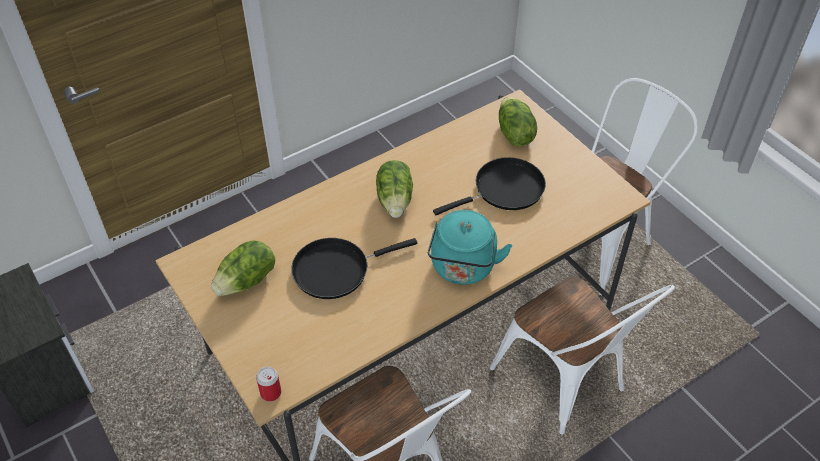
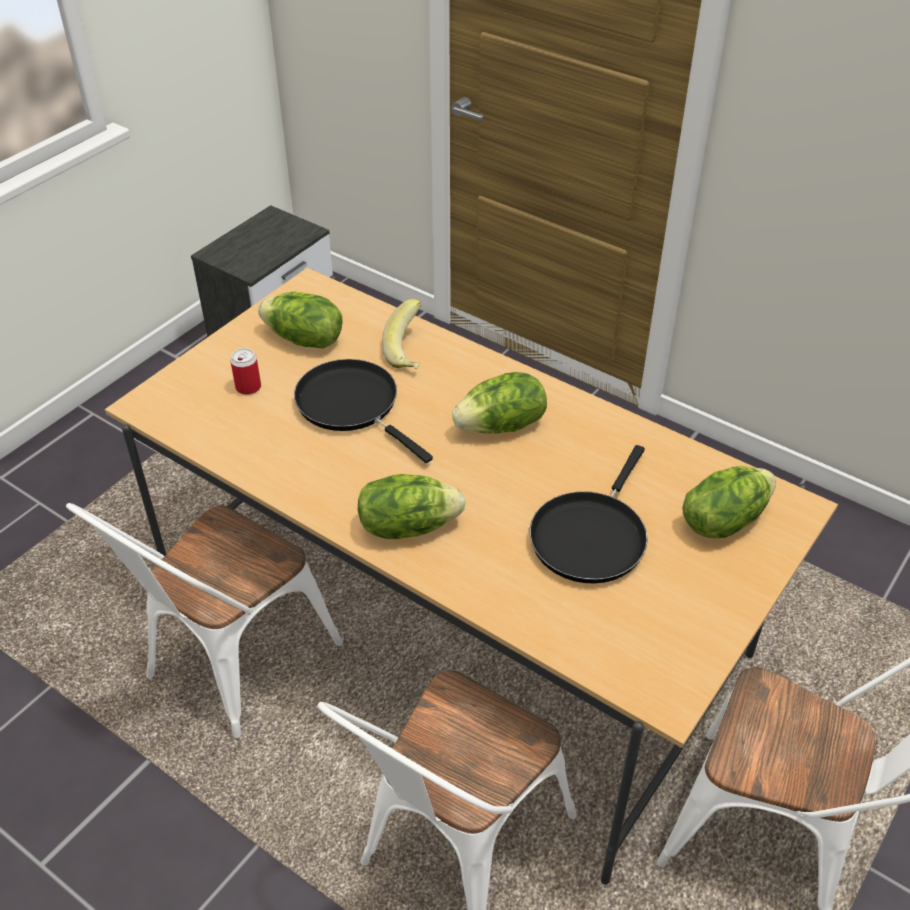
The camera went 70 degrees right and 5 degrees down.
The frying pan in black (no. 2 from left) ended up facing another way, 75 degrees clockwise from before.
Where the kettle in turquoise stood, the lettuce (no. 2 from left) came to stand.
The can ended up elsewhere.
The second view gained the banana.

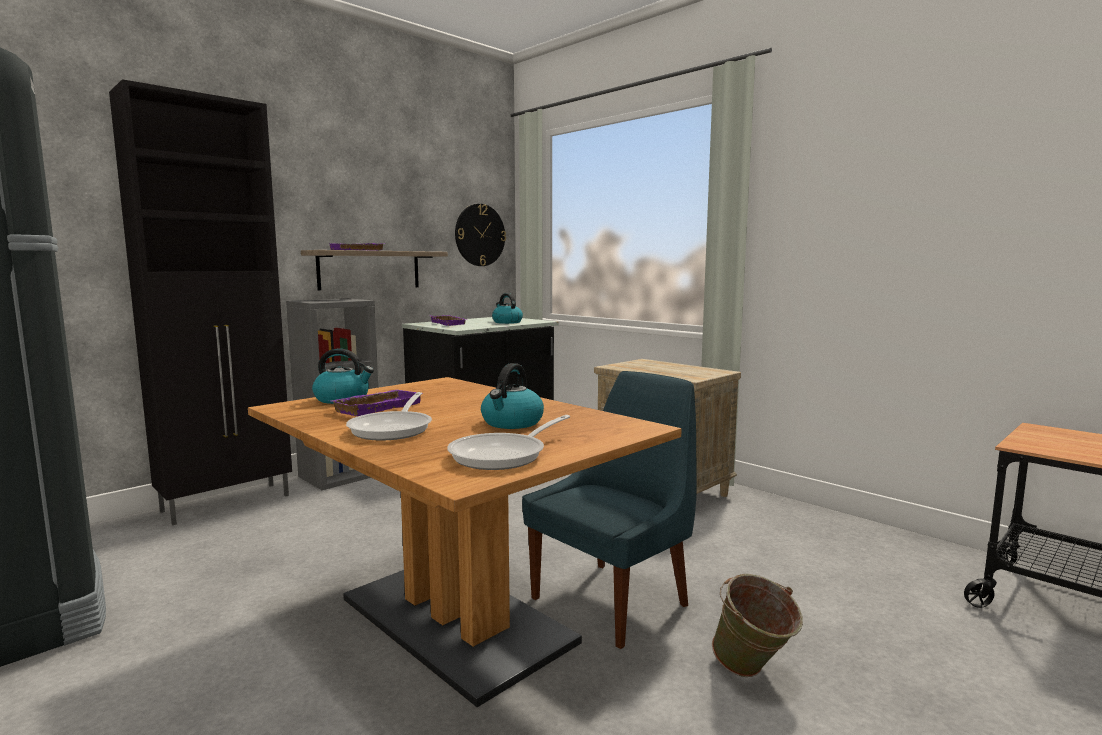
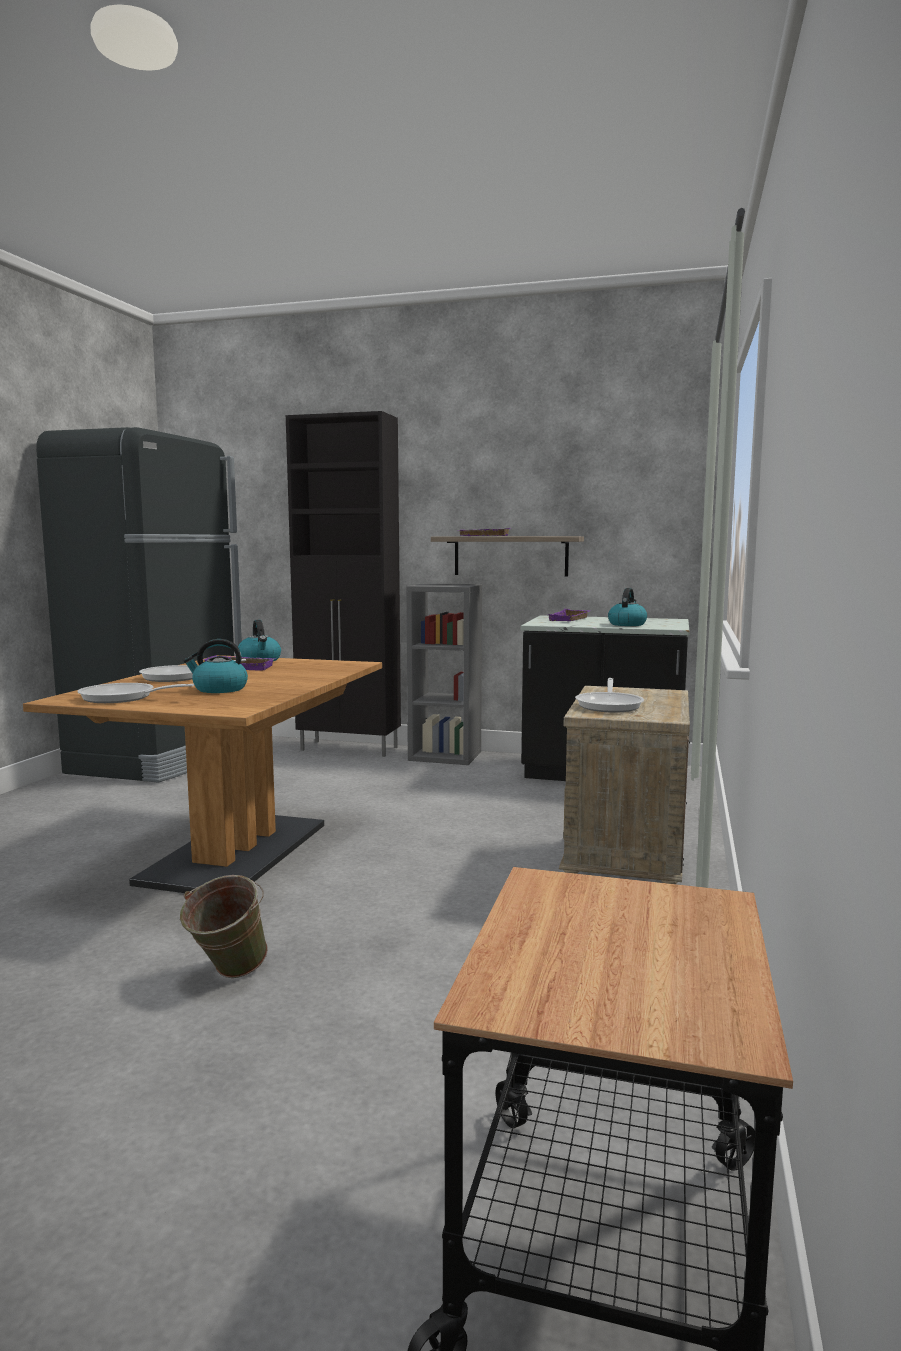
The camera went 60 degrees right and 0 degrees up.
The second view lost the wall clock.
The second view lost the chair in blue.
The second view gained the frying pan (no. 3 from left).

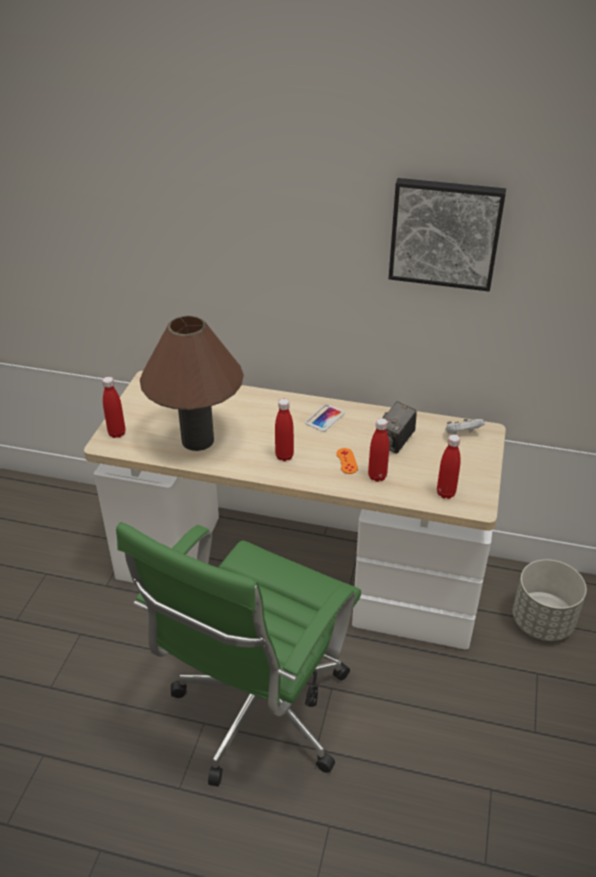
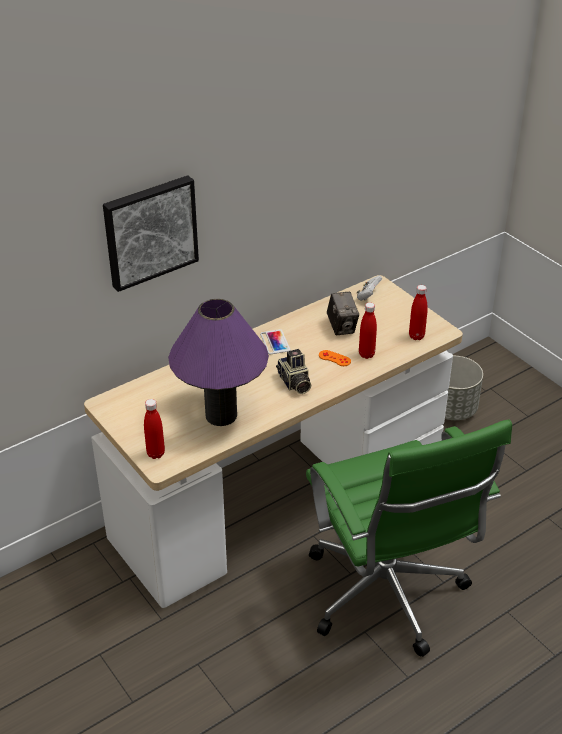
The camera went 50 degrees left and 0 degrees up.
The picture ended up elsewhere.
What was the table lamp in brown turned into the table lamp in purple.
Where the bottle in red (no. 2 from left) stood, the photo camera (no. 1 from left) came to stand.

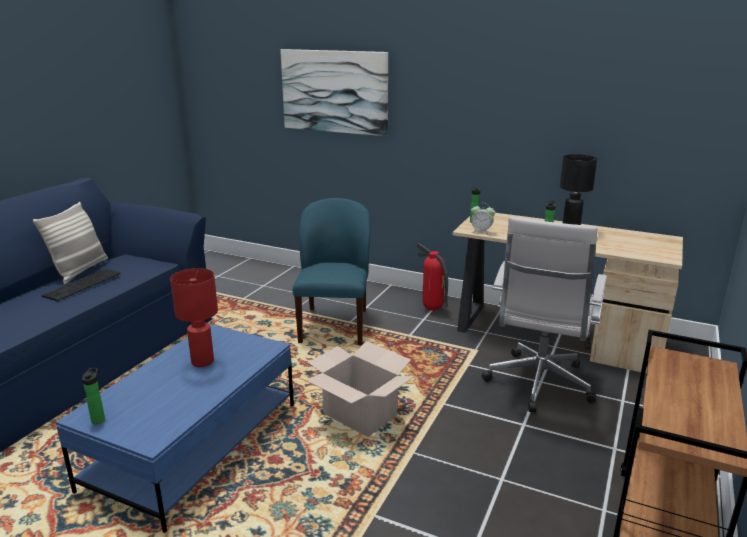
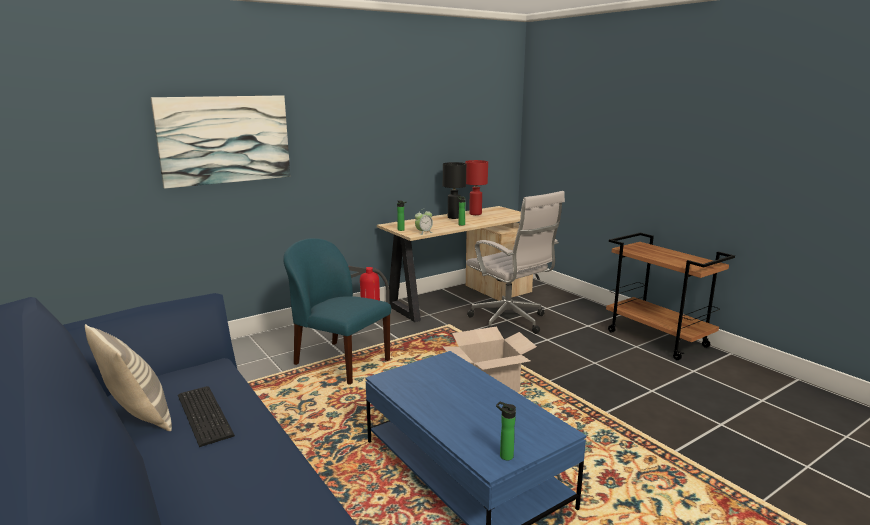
The camera went 60 degrees left and 5 degrees down.
The table lamp in red ended up elsewhere.

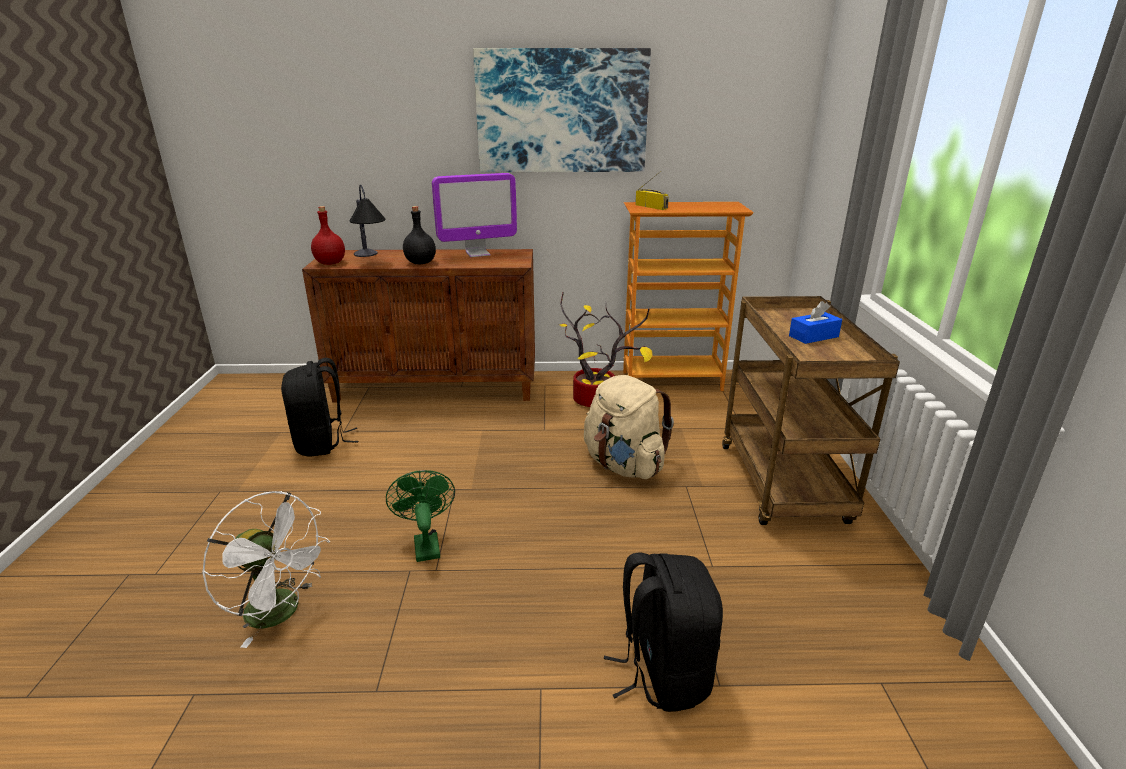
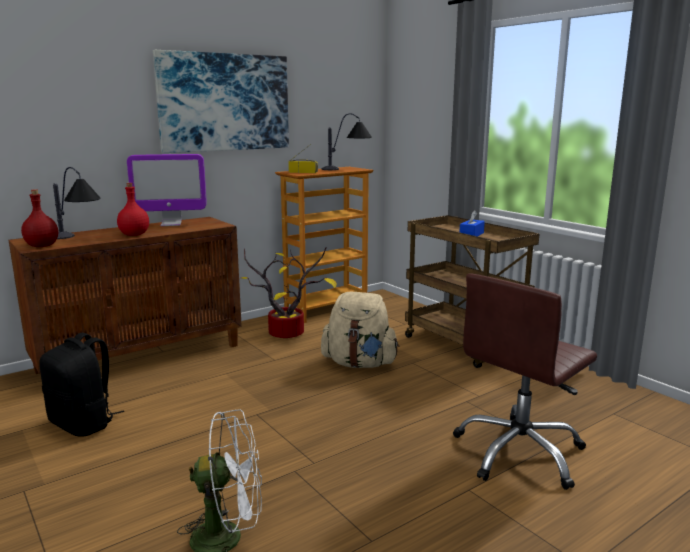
The camera went 35 degrees left and 10 degrees down.
The monitor ended up facing another way, 45 degrees clockwise from before.
What was the bottle in black turned into the bottle in red (no. 2 from left).
The second view lost the fan in green.
Where the backpack in black (no. 2 from left) stood, the office chair in brown came to stand.
The second view gained the table lamp (no. 2 from left).

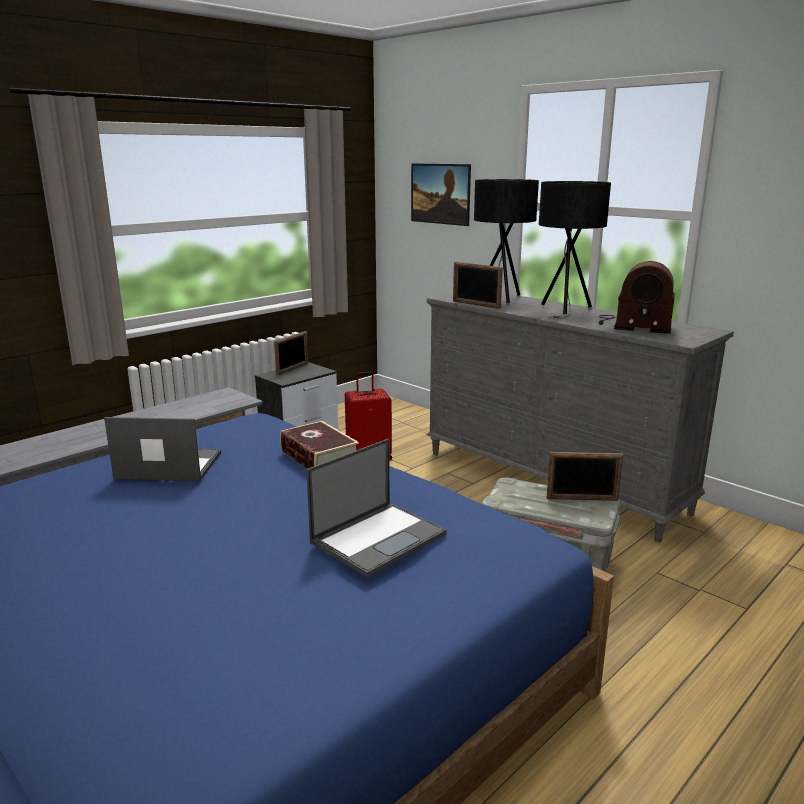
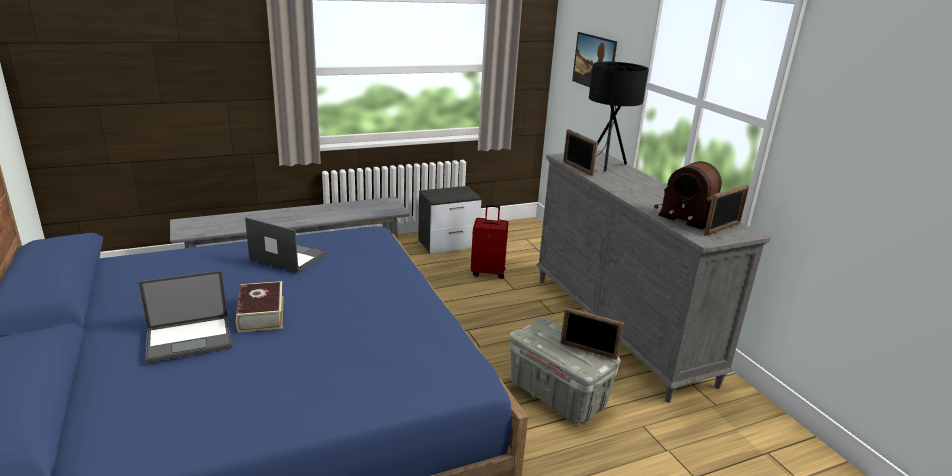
The camera went 20 degrees right and 5 degrees up.
The second view lost the table lamp in black (no. 2 from left).
The picture frame (no. 1 from left in the first image) ended up elsewhere.
The book ended up elsewhere.
The laptop (no. 2 from left in the first image) ended up elsewhere.

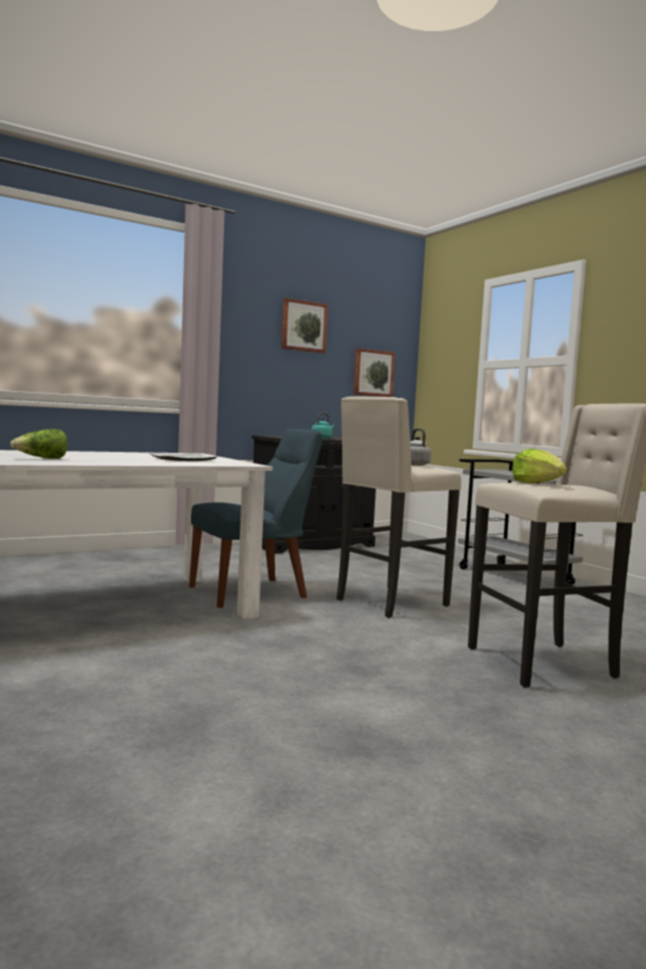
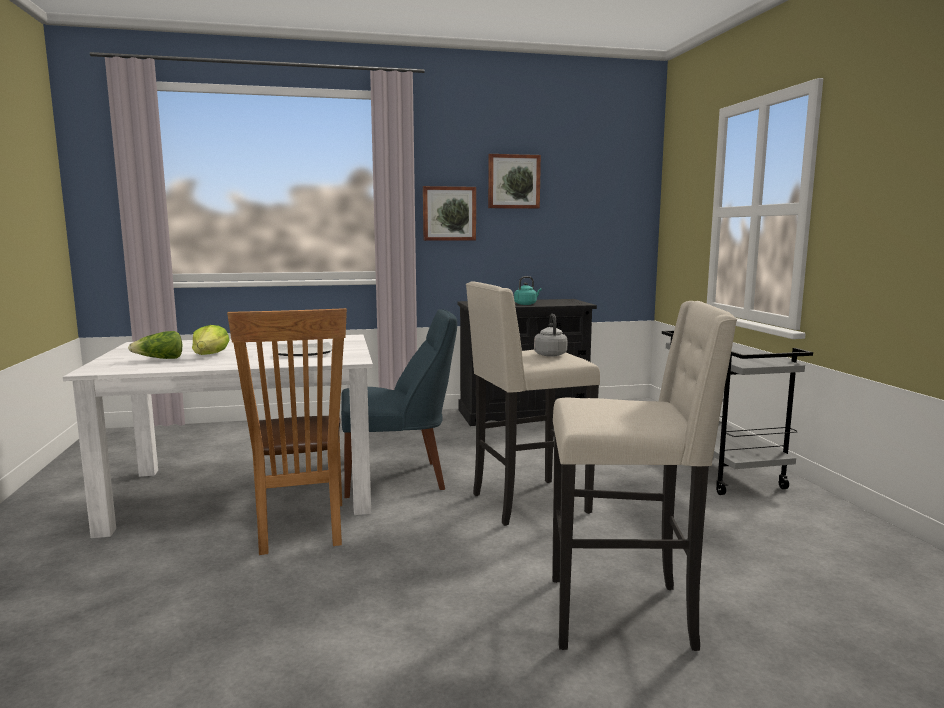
The camera went 20 degrees right and 5 degrees up.
The picture (no. 2 from left in the first image) ended up elsewhere.
The lettuce (no. 2 from left) ended up elsewhere.
The second view gained the chair in brown.

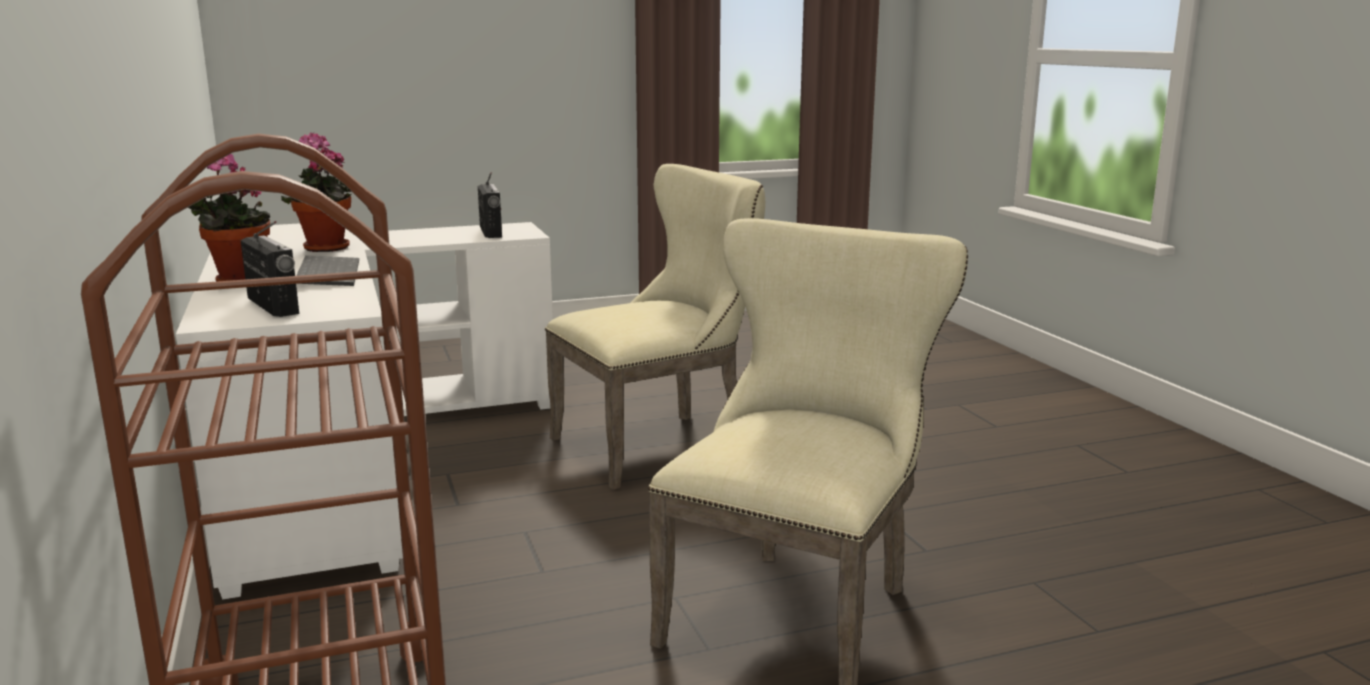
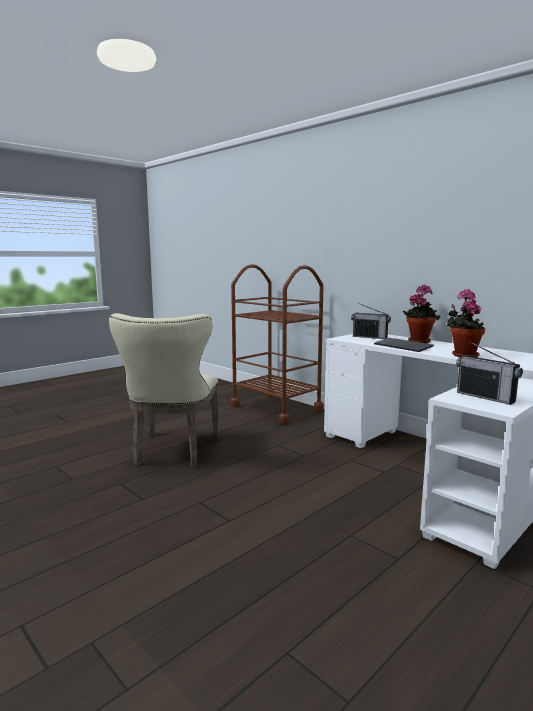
The camera went 155 degrees right and 5 degrees down.
The second view lost the chair in beige (no. 1 from left).

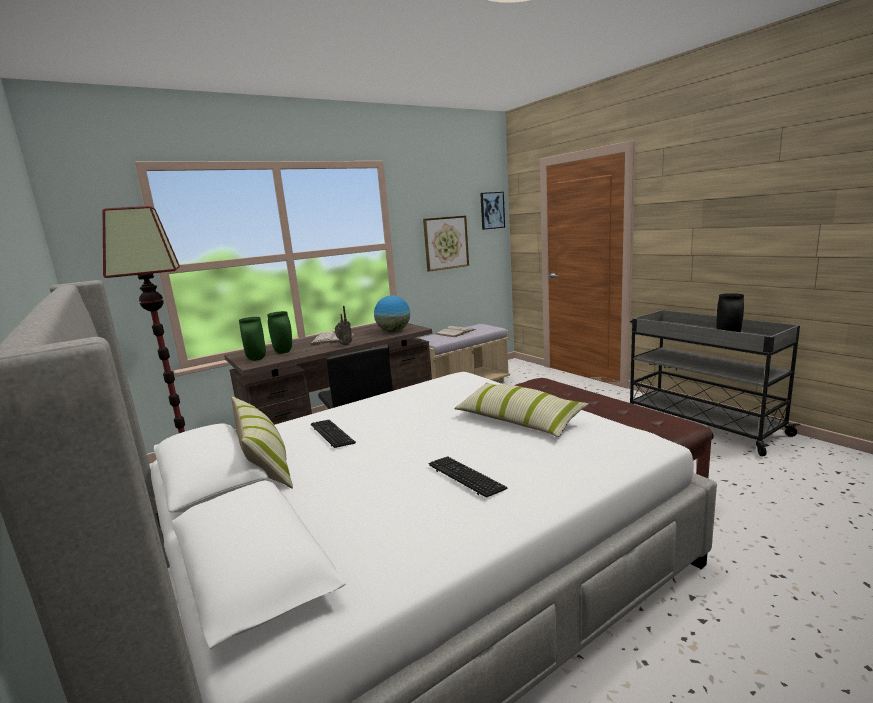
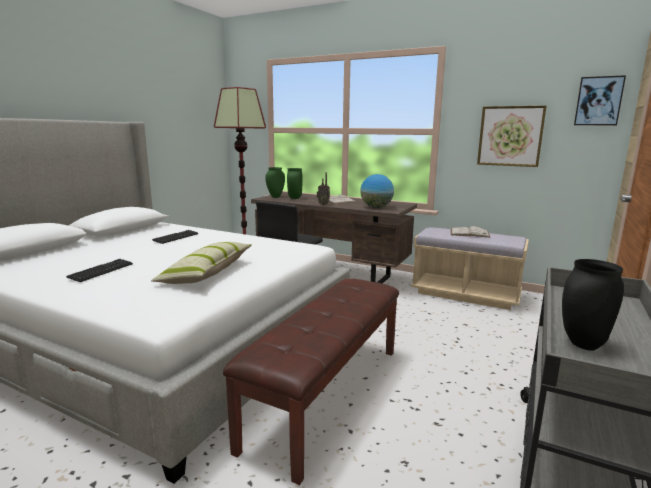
The camera went 60 degrees right and 0 degrees up.
The second view lost the pillow (no. 1 from left).

